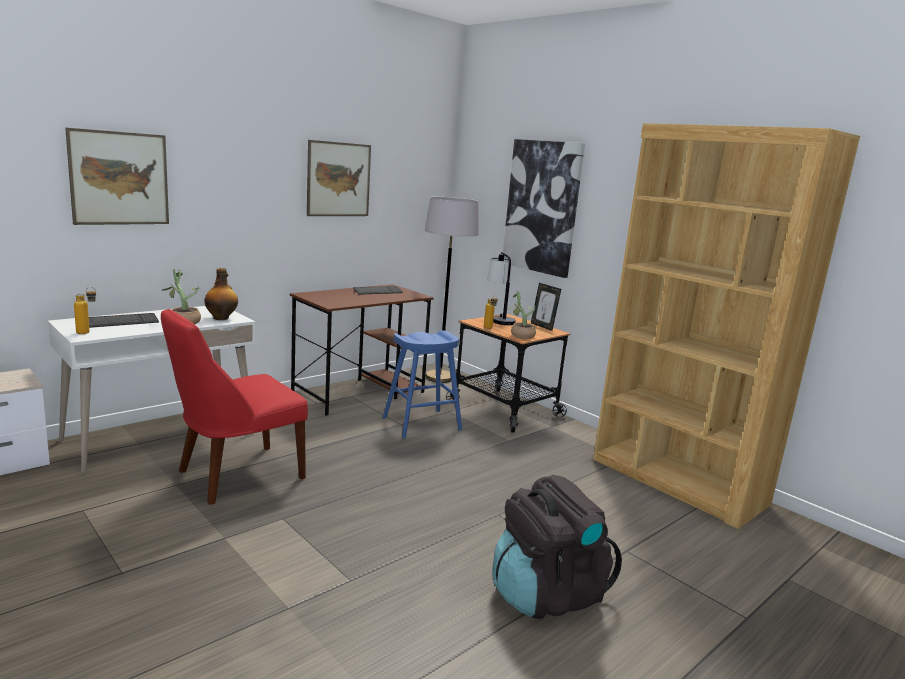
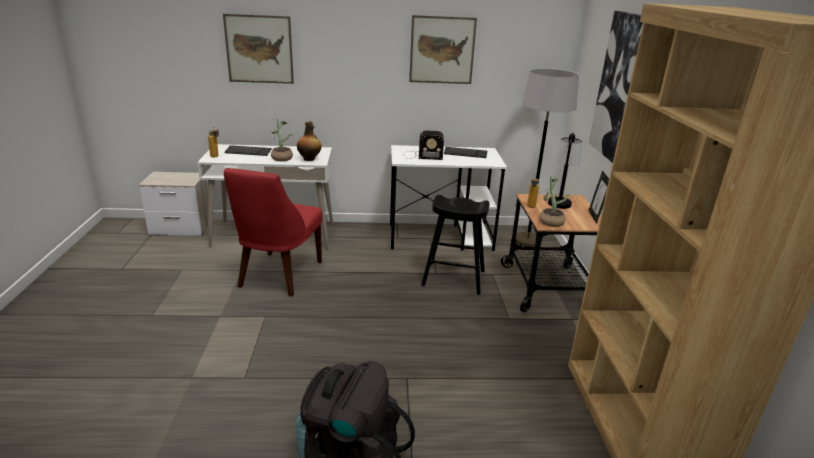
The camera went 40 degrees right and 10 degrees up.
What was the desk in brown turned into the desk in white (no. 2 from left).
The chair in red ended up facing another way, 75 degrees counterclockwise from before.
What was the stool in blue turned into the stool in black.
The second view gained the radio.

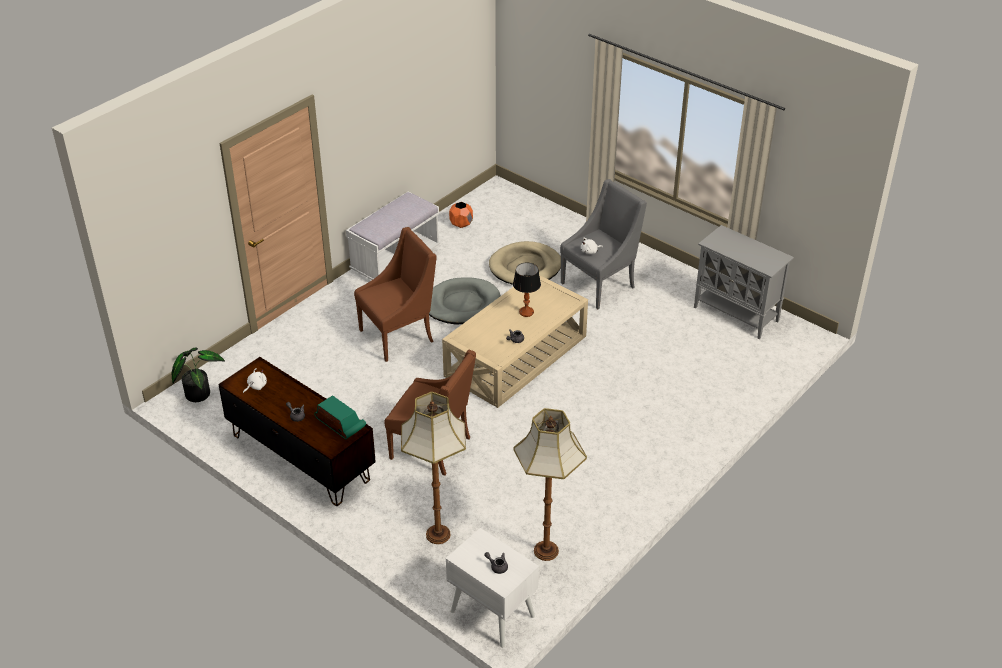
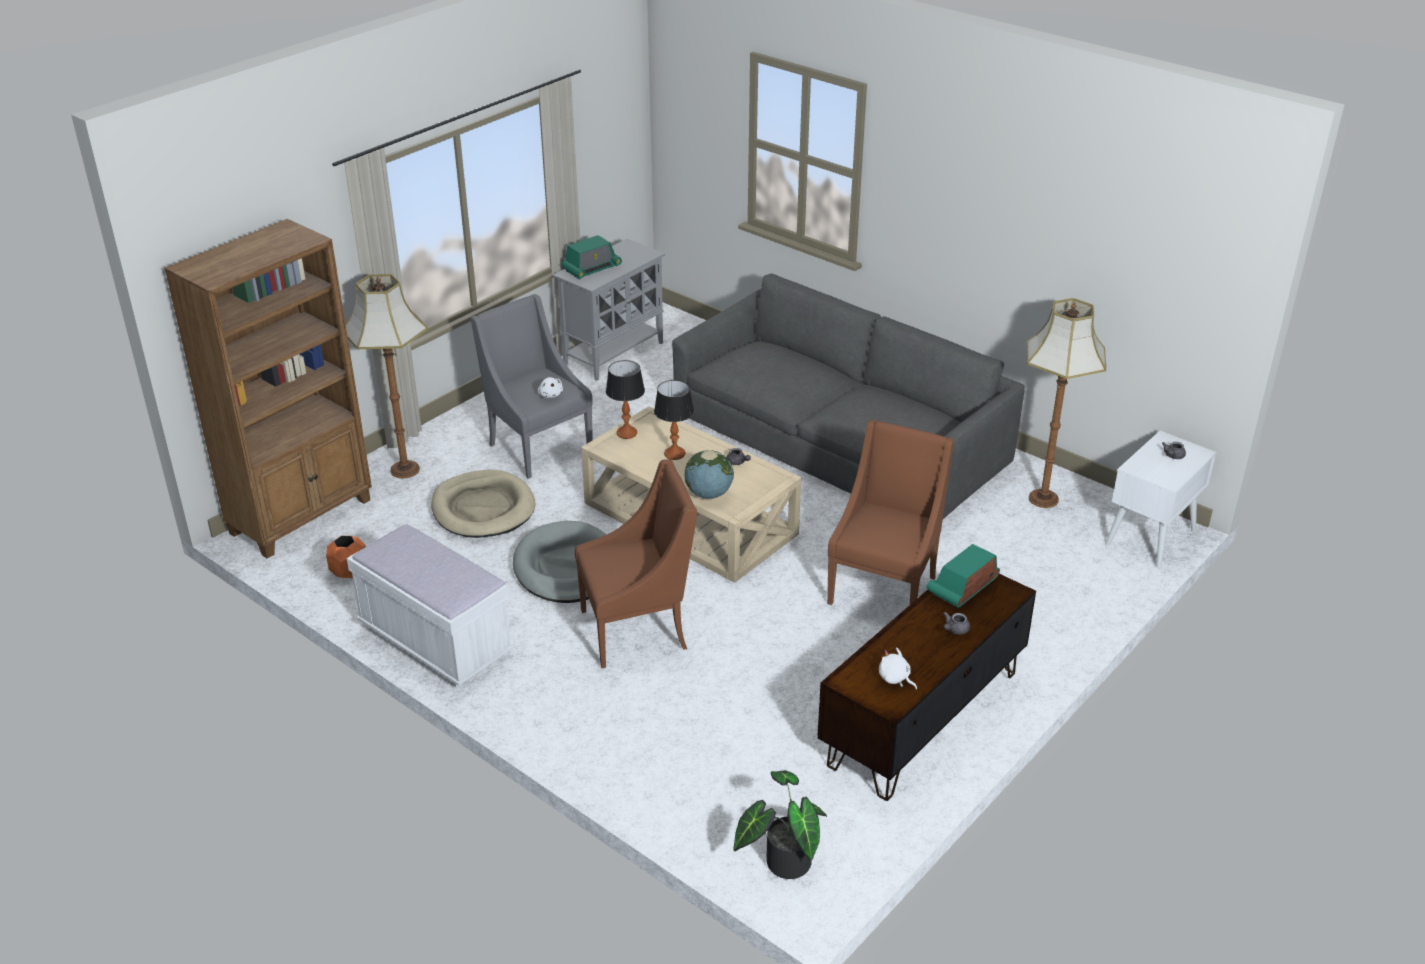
The camera went 90 degrees left and 5 degrees down.
The armchair in brown (no. 1 from left) ended up facing another way, 105 degrees clockwise from before.
The floor lamp (no. 1 from left) ended up elsewhere.
The second view gained the bookcase in brown.
The second view gained the radio (no. 1 from left).
The second view gained the sofa in grey.
The second view gained the table lamp (no. 1 from left).
The second view gained the globe.

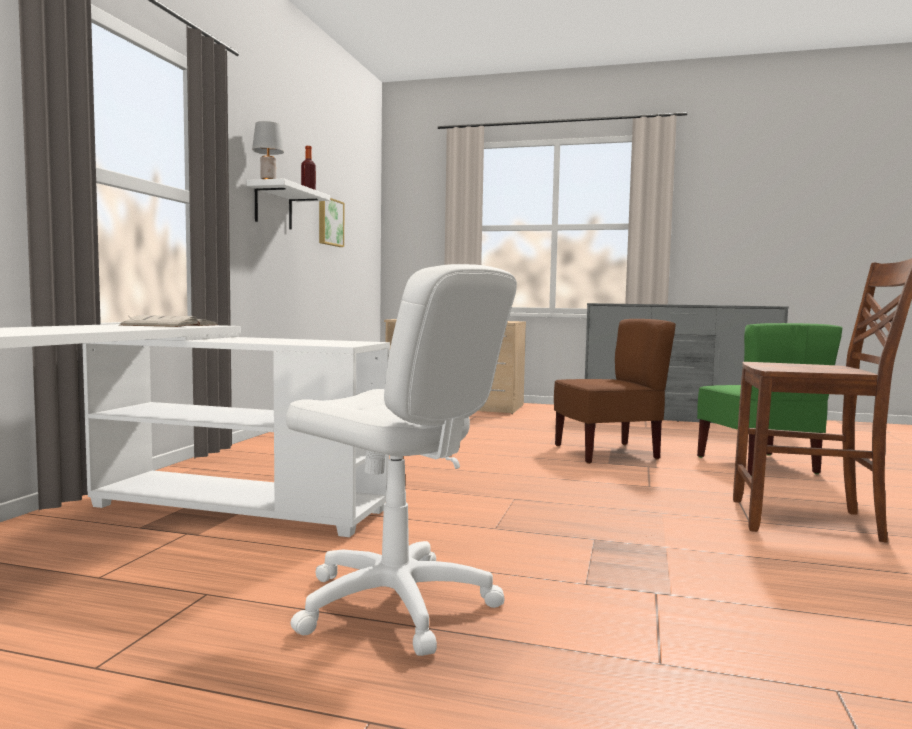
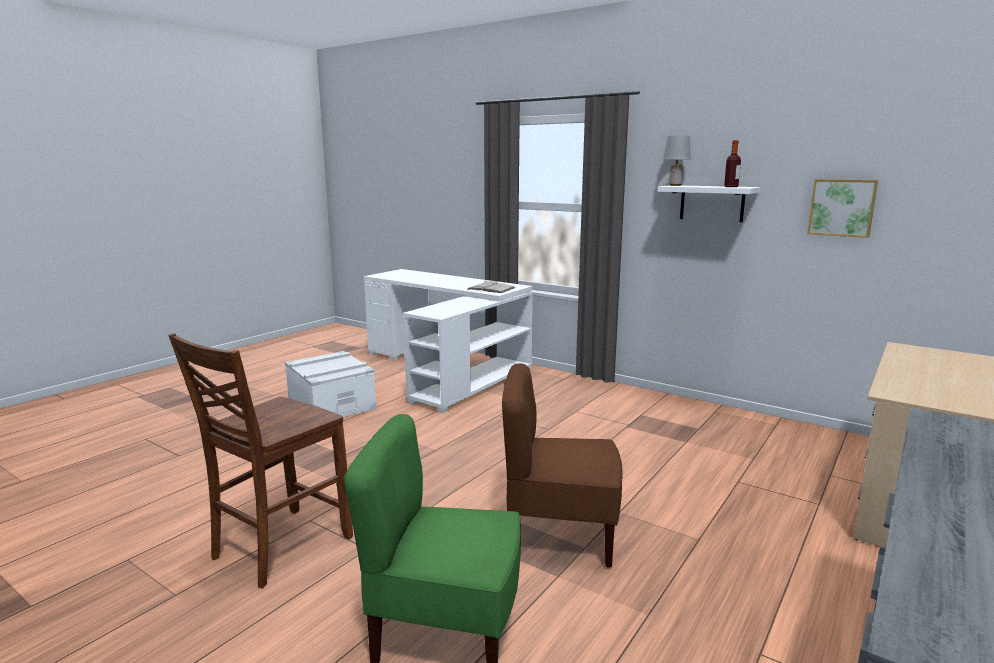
The camera went 110 degrees right and 10 degrees up.
Where the office chair in white stood, the storage box in white came to stand.
The chair in brown (no. 1 from left in the first image) ended up facing another way, 90 degrees clockwise from before.

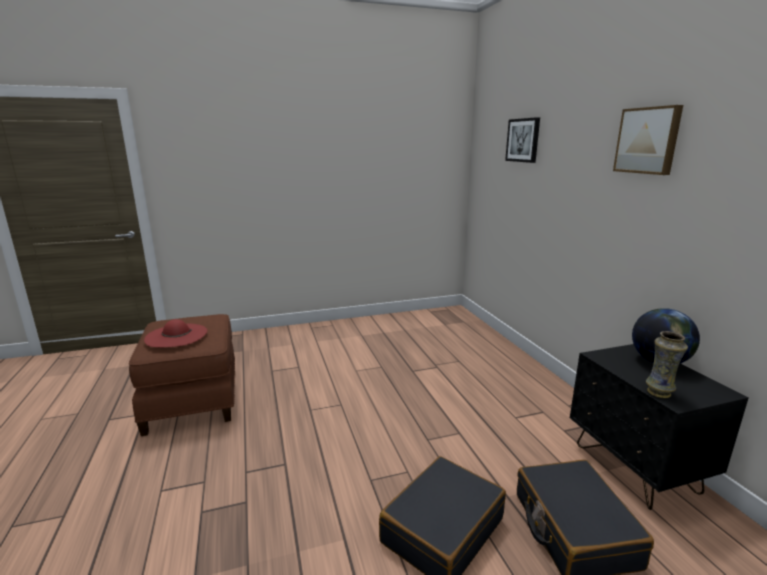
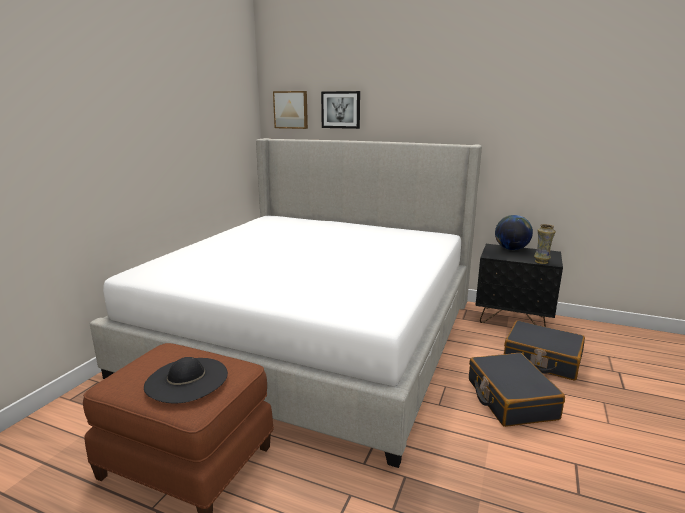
The camera went 50 degrees left and 0 degrees up.
The picture (no. 2 from left in the first image) ended up elsewhere.
What was the hat in red turned into the hat in black.
The second view gained the bed.

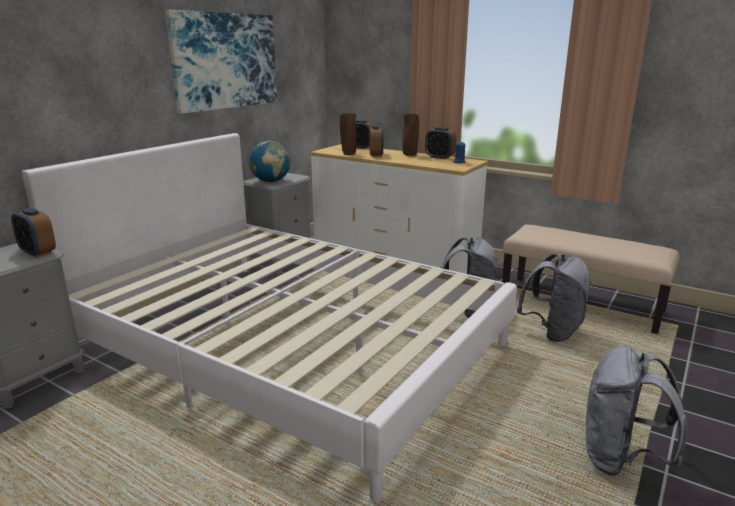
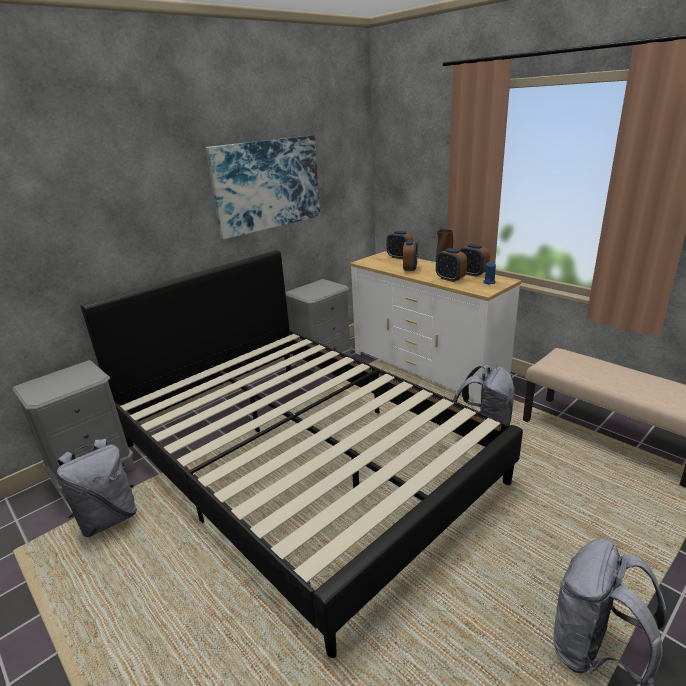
The camera went 15 degrees right and 5 degrees up.
The second view lost the vase in brown (no. 1 from left).
What was the bed in white turned into the bed in black.
The second view lost the globe.
The alarm clock (no. 1 from left in the first image) ended up elsewhere.
The backpack in grey (no. 2 from left in the first image) ended up elsewhere.

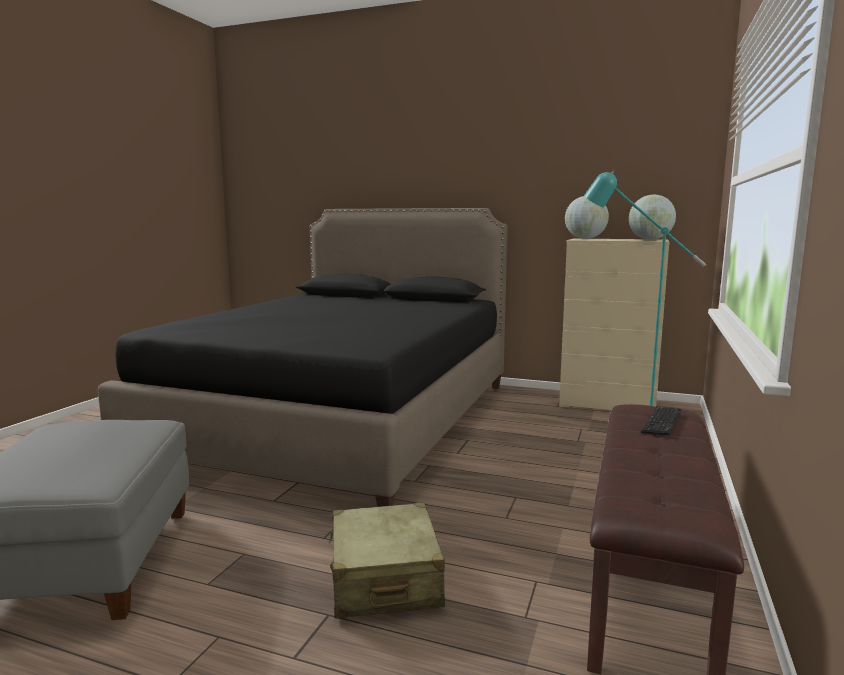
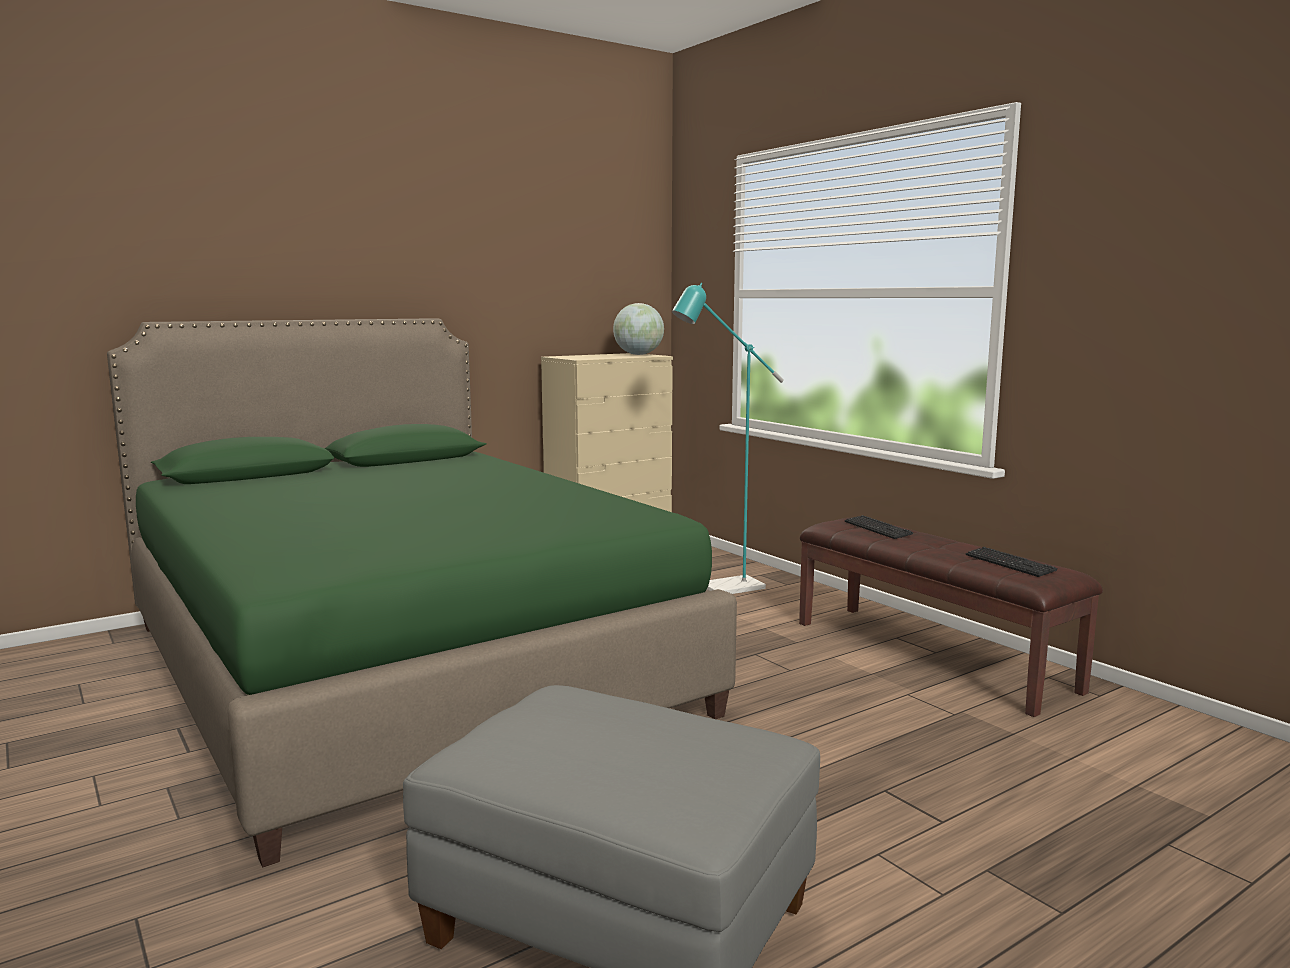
The camera went 55 degrees left and 0 degrees up.
The second view lost the globe (no. 1 from left).
What was the bed in black turned into the bed in green.
The second view lost the suitcase in beige.
The second view gained the keyboard (no. 2 from left).

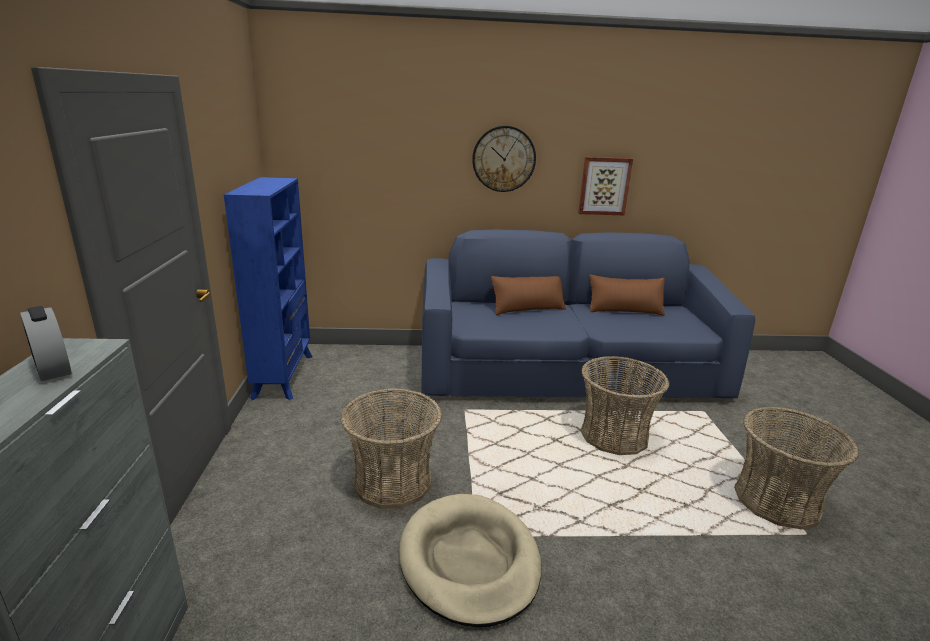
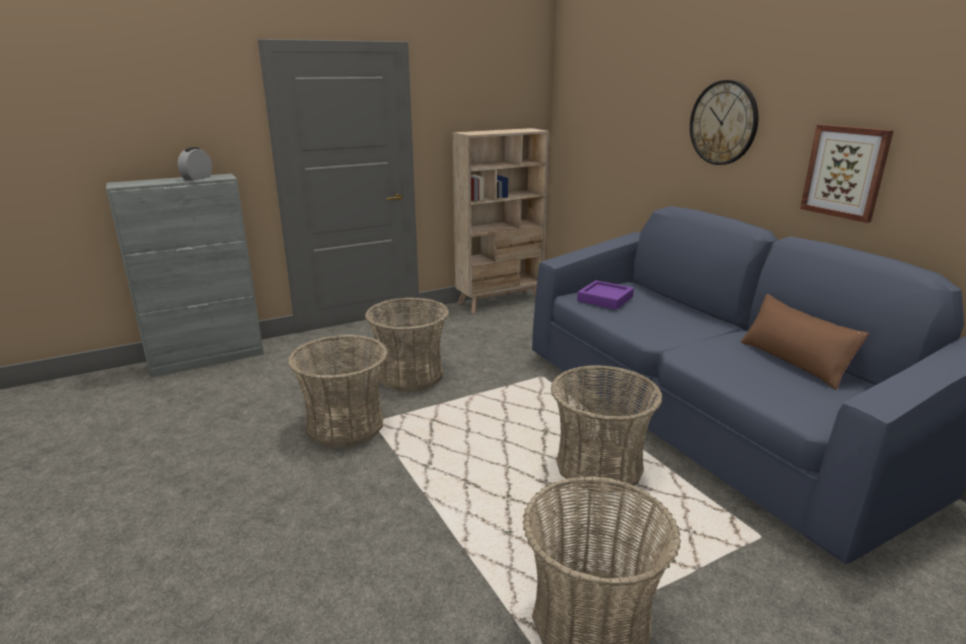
The camera went 65 degrees right and 0 degrees up.
What was the bookcase in blue turned into the bookcase in beige.
The second view lost the pillow in brown (no. 1 from left).
Where the dog bed in beige stood, the basket (no. 1 from left) came to stand.
The second view gained the tray in purple.

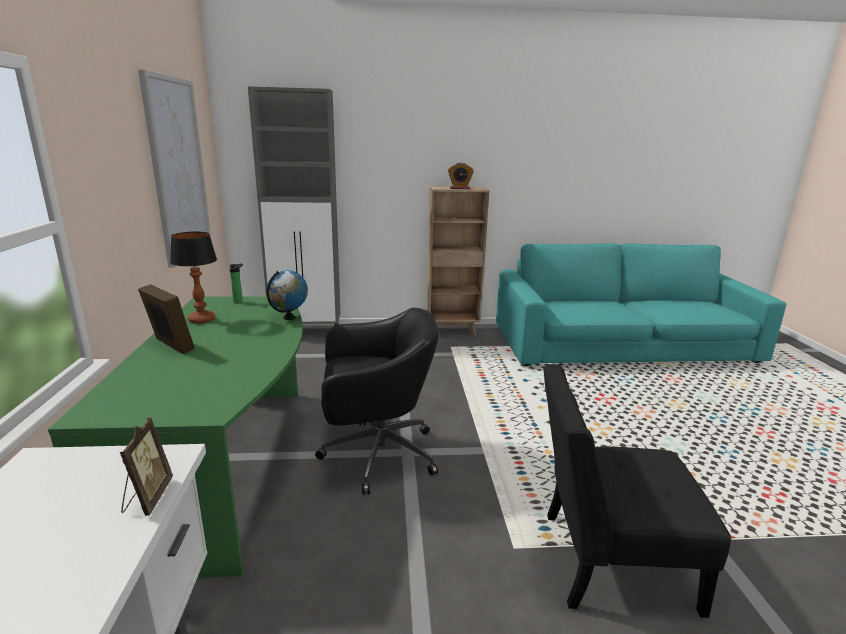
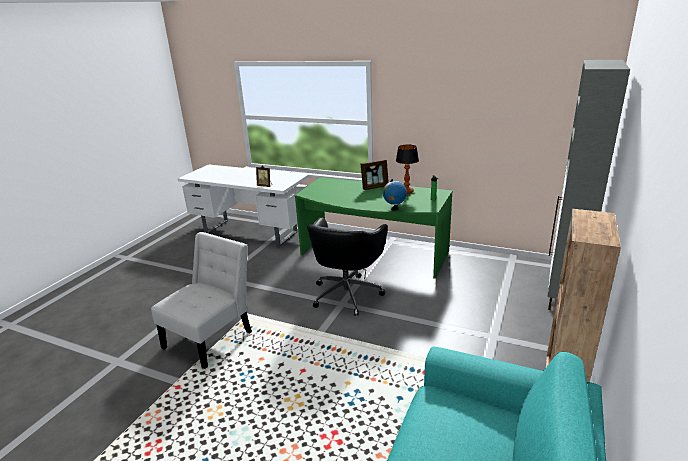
The camera went 120 degrees right and 5 degrees up.
The second view lost the picture.
The second view lost the alarm clock.
What was the chair in black turned into the chair in white.

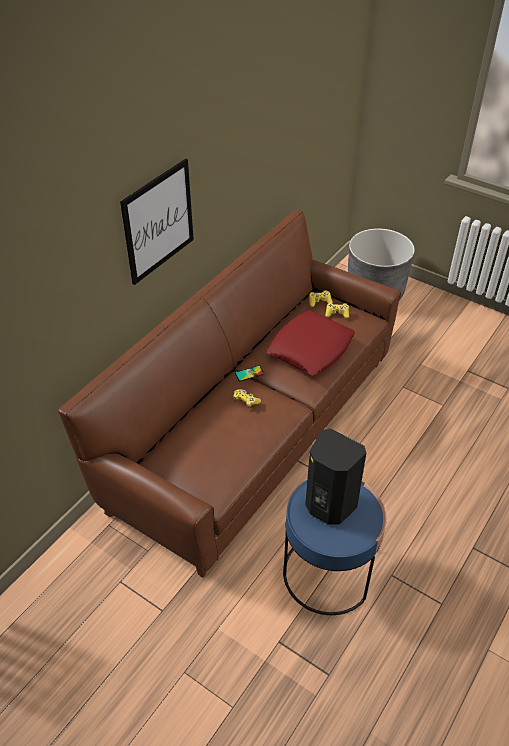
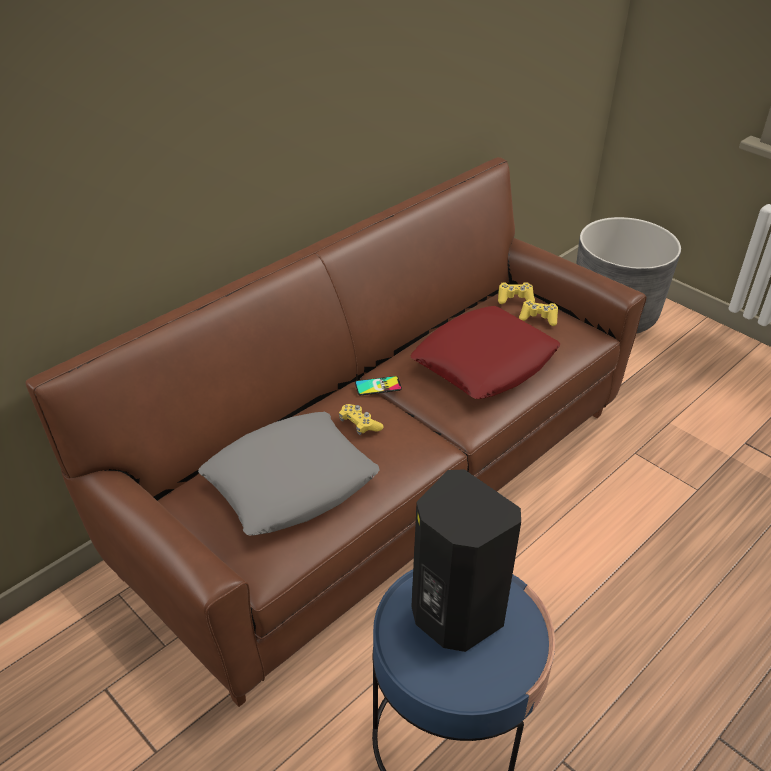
The camera went 10 degrees right and 5 degrees down.
The second view lost the picture.
The second view gained the pillow in grey.

